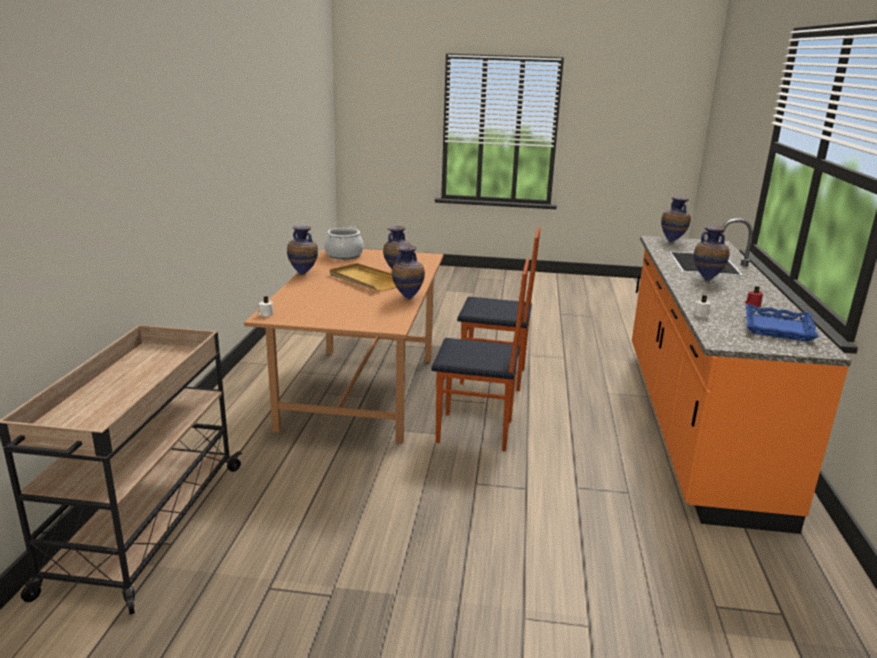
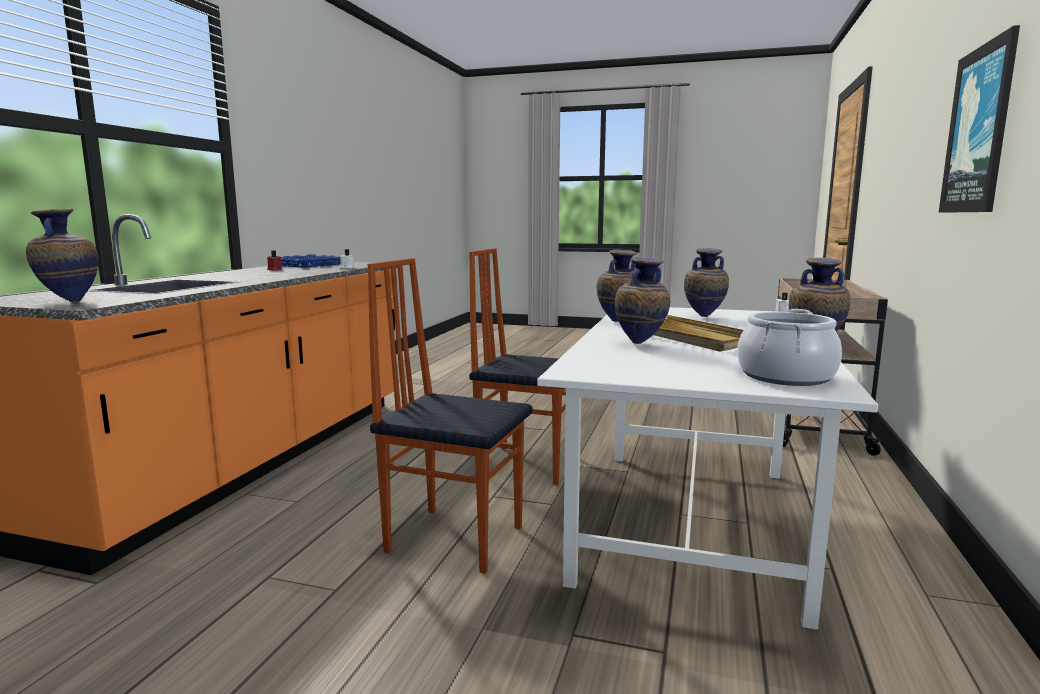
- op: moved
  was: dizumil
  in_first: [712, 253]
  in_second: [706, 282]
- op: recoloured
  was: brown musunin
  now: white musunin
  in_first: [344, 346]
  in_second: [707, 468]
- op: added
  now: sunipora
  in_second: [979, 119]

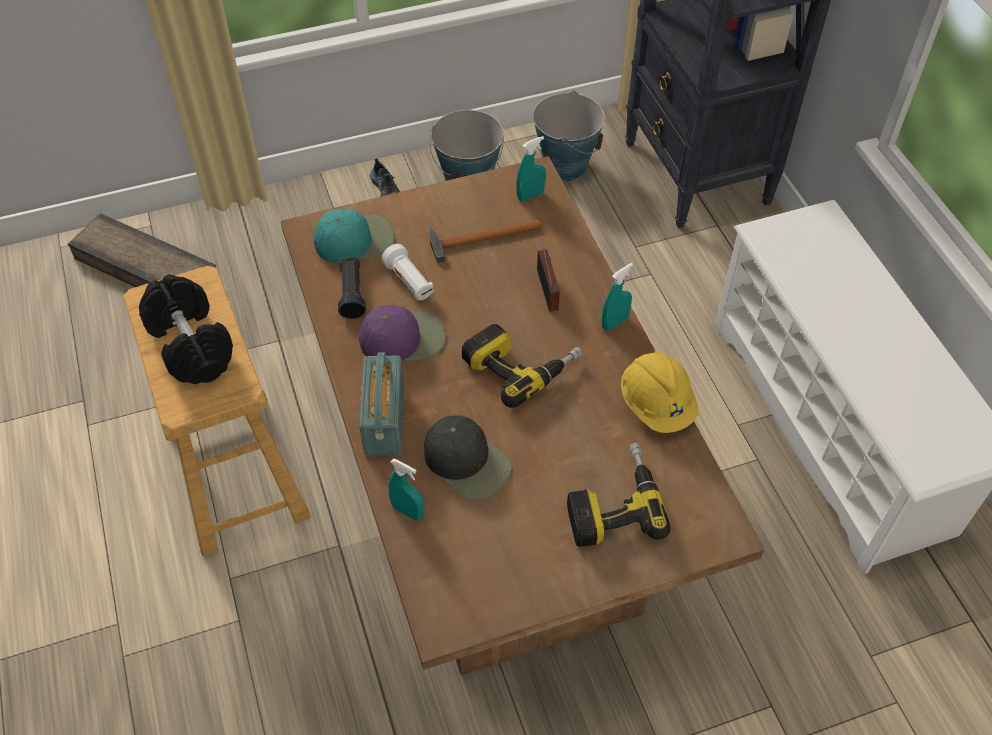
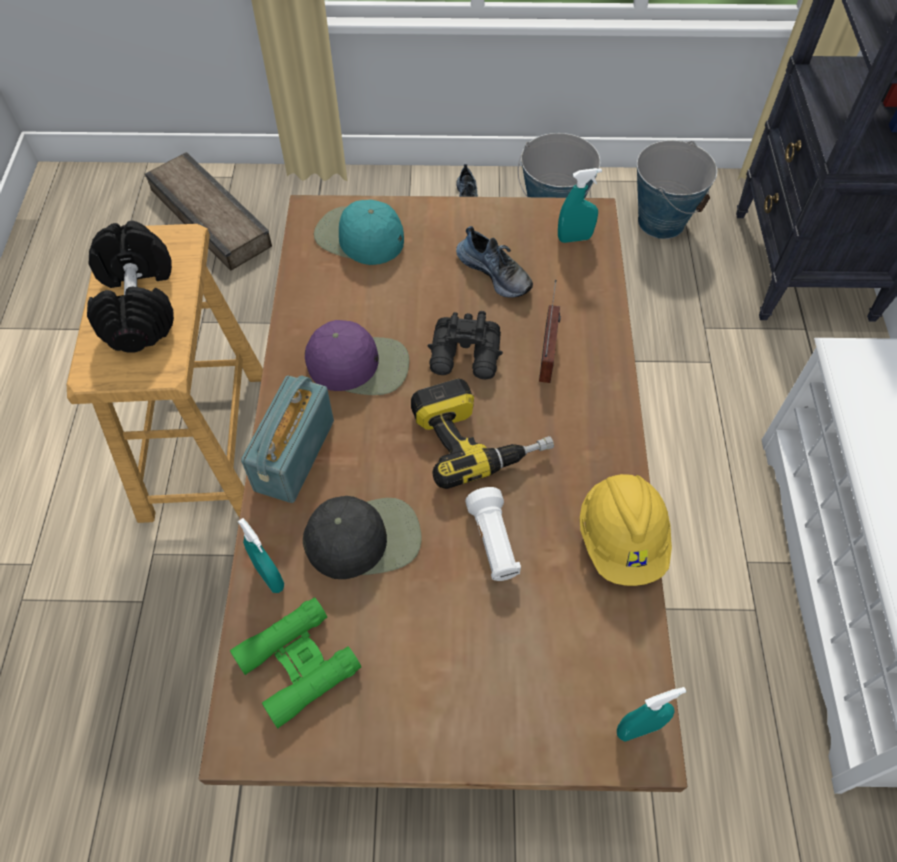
- op: turned
  was: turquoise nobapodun
  in_first: [354, 236]
  in_second: [359, 232]
  clockwise: -150
- op: replaced
  was: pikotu
  now: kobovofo
  in_first: [486, 241]
  in_second: [494, 262]
- op: moved
  was: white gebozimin
  in_first: [408, 272]
  in_second: [493, 534]
- op: removed
  was: black gebozimin
  in_first: [352, 288]
- op: moved
  was: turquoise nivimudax
  in_first: [617, 297]
  in_second: [651, 714]
- op: turned
  was: black nobapodun
  in_first: [468, 457]
  in_second: [362, 537]
  clockwise: -75
- op: removed
  was: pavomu
  in_first: [619, 495]
- op: added
  now: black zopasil
  in_second: [465, 345]
- op: added
  now: green zopasil
  in_second: [295, 662]

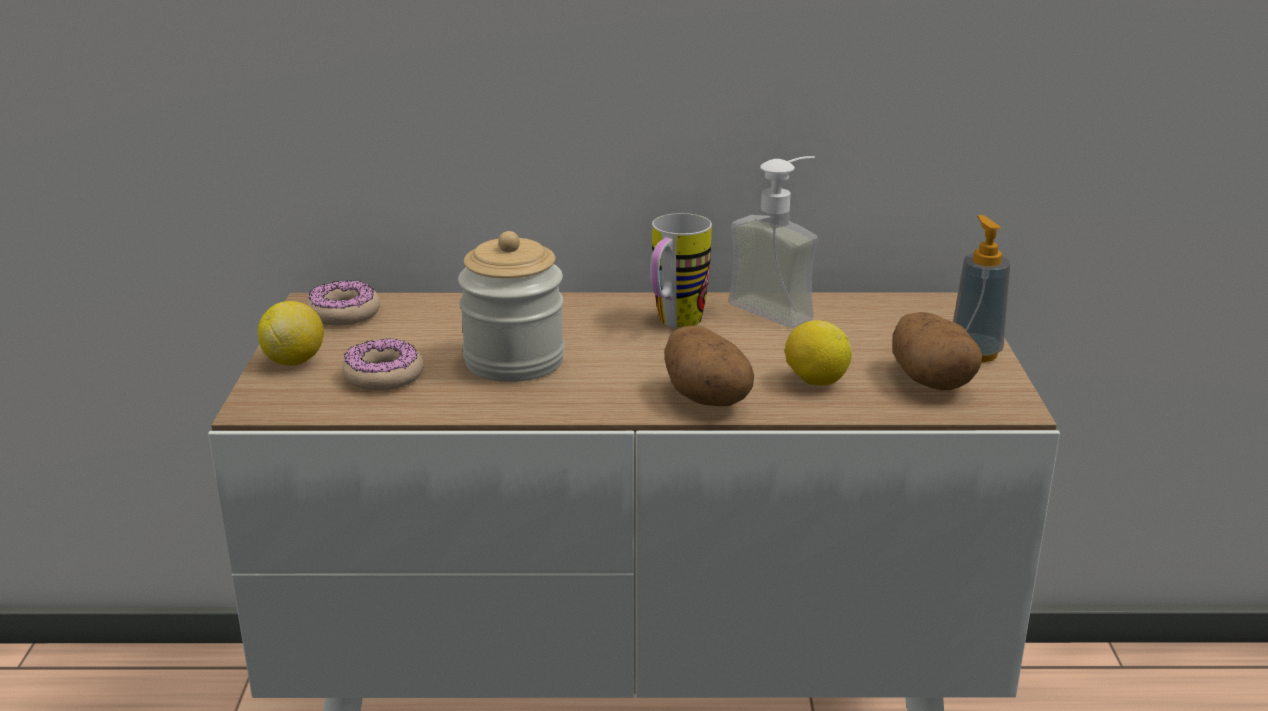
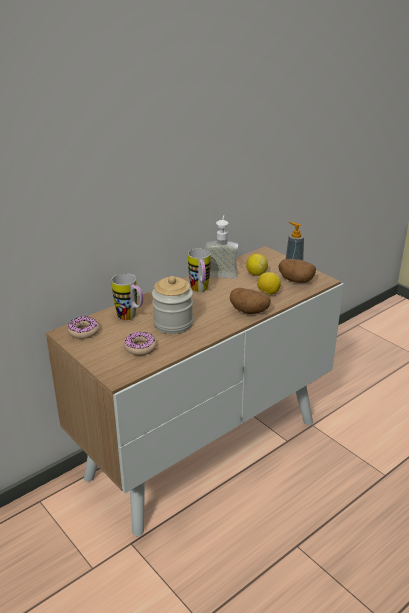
- op: moved
  was: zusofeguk
  in_first: [291, 333]
  in_second: [257, 265]
- op: added
  now: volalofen
  in_second: [127, 296]

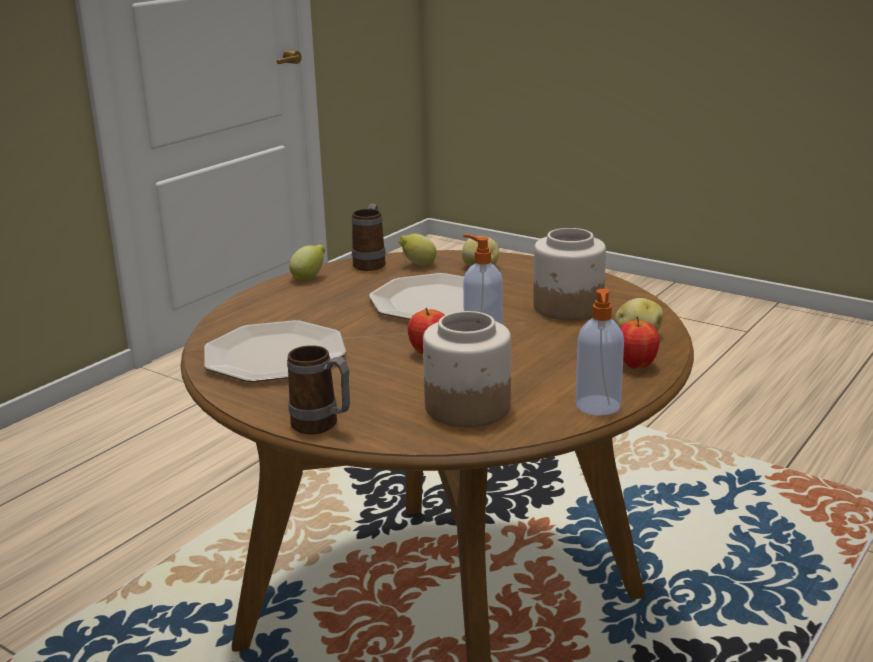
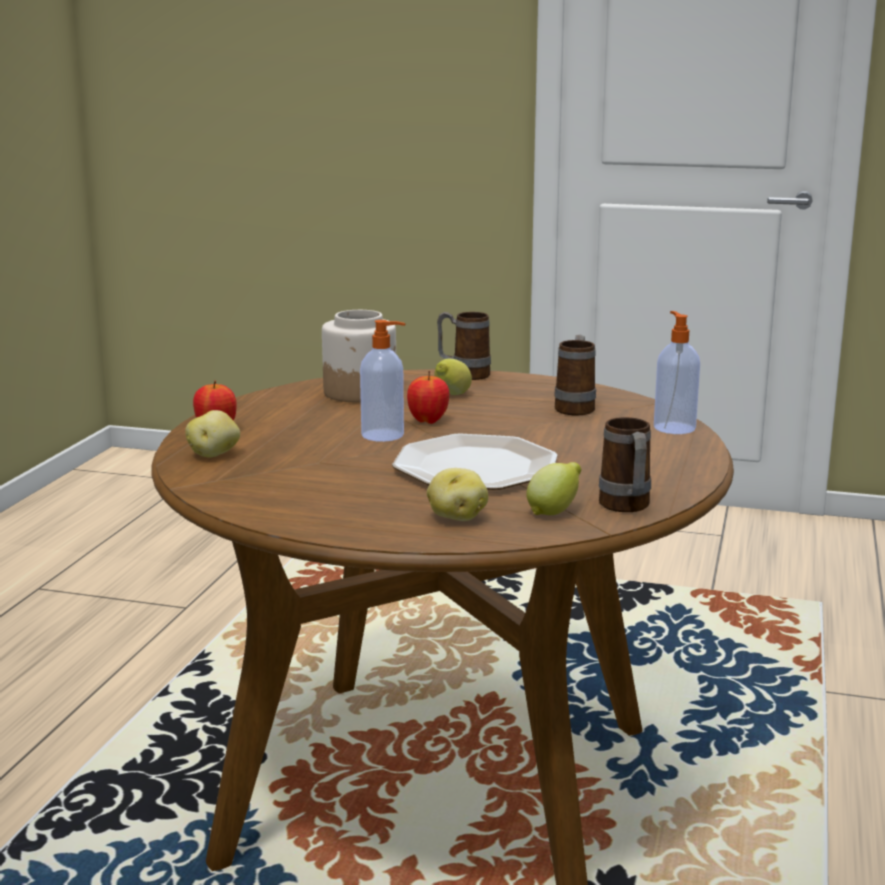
- op: removed
  was: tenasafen
  in_first: [569, 274]
- op: moved
  was: zusofeguk
  in_first: [307, 262]
  in_second: [453, 377]
- op: moved
  was: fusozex
  in_first: [600, 352]
  in_second: [677, 372]
- op: replaced
  was: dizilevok
  now: volalofen
  in_first: [275, 351]
  in_second: [575, 375]

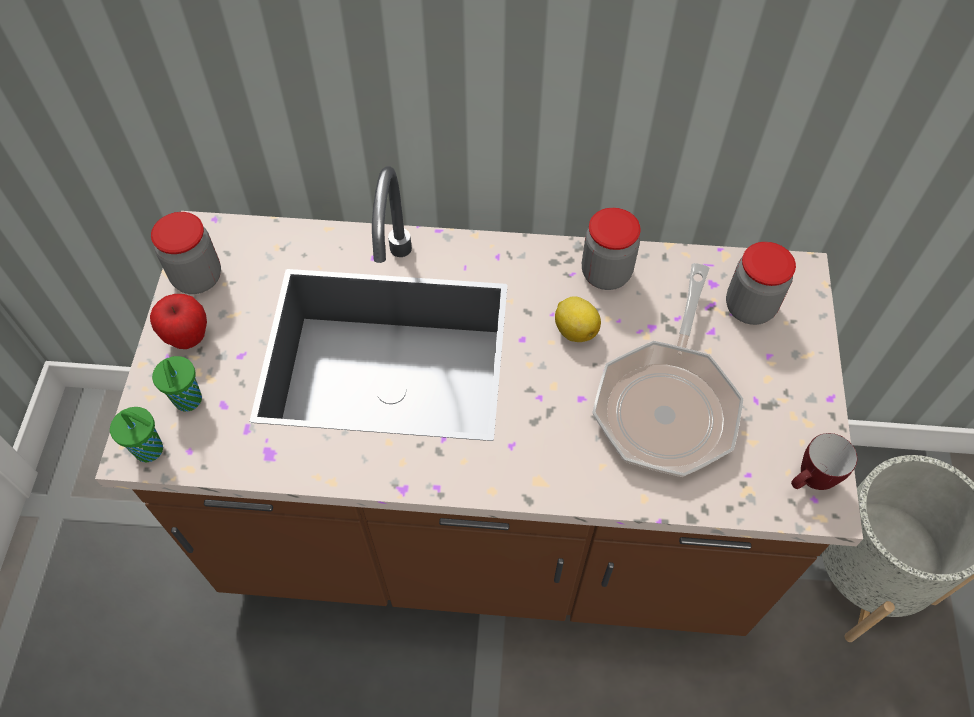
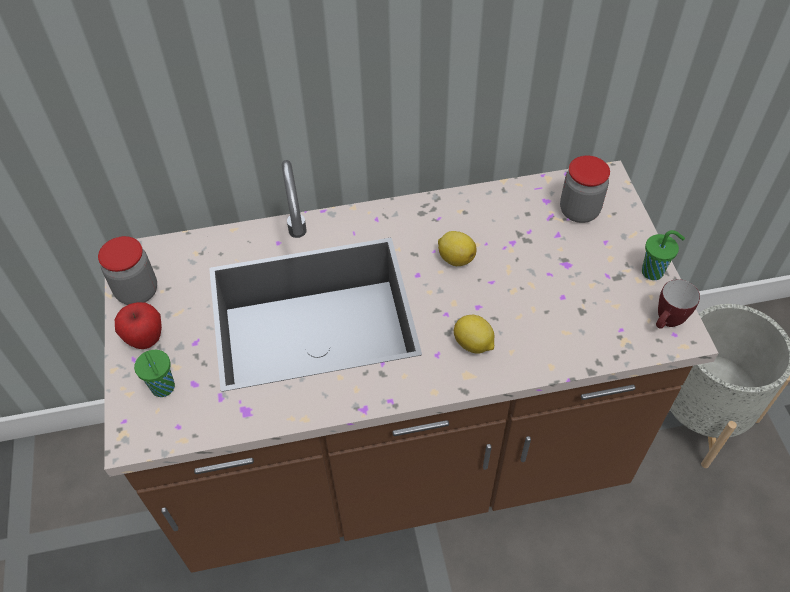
- op: removed
  was: tenasafen
  in_first: [611, 249]
- op: removed
  was: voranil
  in_first: [668, 370]
- op: moved
  was: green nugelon
  in_first: [136, 434]
  in_second: [663, 255]
- op: added
  now: zusofeguk
  in_second: [474, 334]

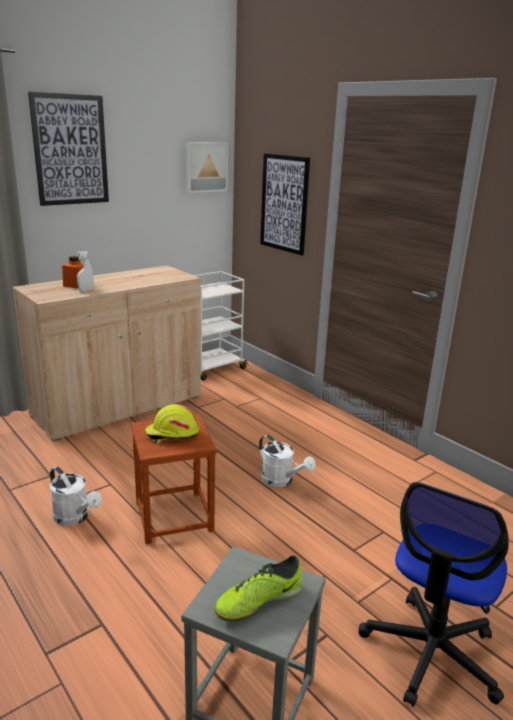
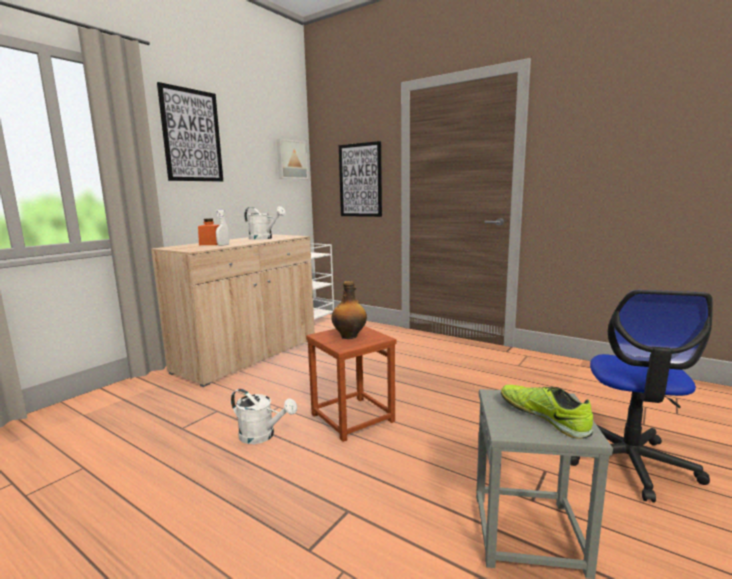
- op: replaced
  was: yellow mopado
  now: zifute
  in_first: [172, 423]
  in_second: [349, 310]
- op: moved
  was: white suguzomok
  in_first: [287, 461]
  in_second: [265, 223]
- op: turned
  was: kobovofo
  in_first: [258, 588]
  in_second: [547, 412]
  clockwise: 105

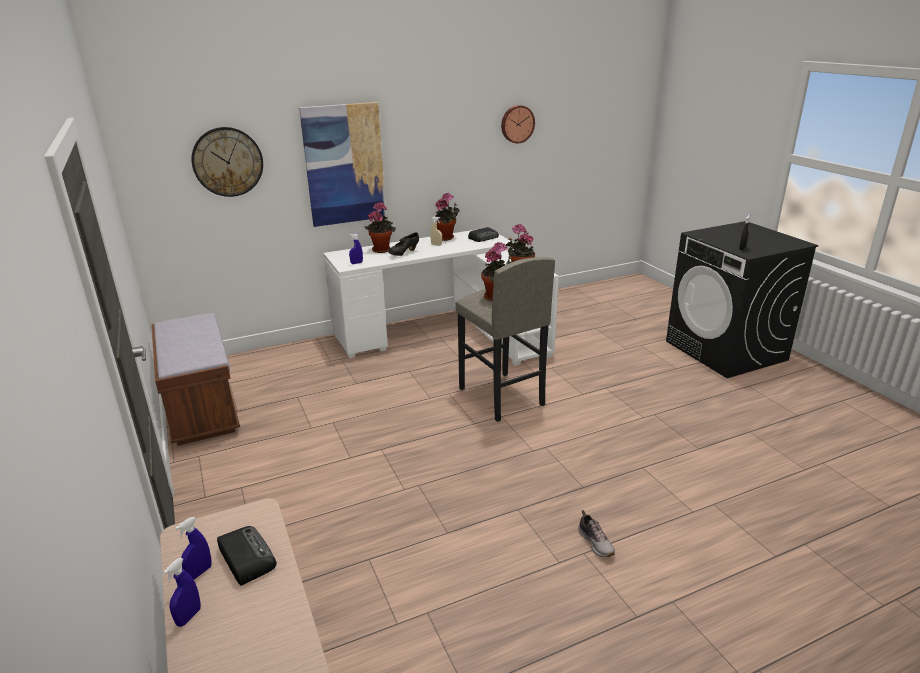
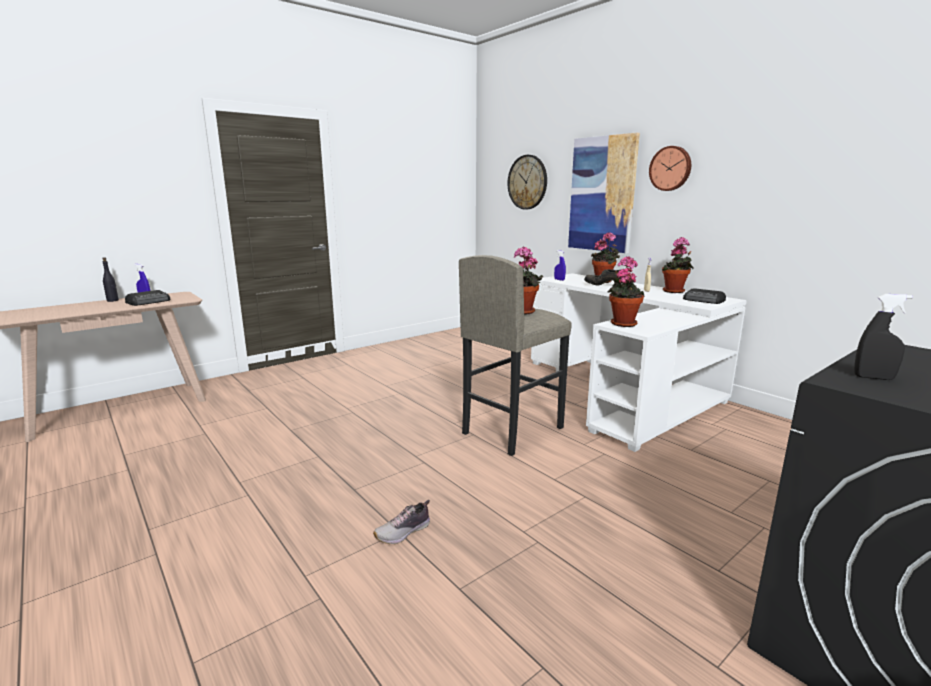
- op: moved
  was: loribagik
  in_first: [518, 124]
  in_second: [670, 168]
- op: removed
  was: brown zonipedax
  in_first: [195, 379]
- op: moved
  was: kobovofo
  in_first: [596, 533]
  in_second: [401, 522]
- op: replaced
  was: blue nivimudax
  now: black zifute
  in_first: [182, 592]
  in_second: [110, 279]

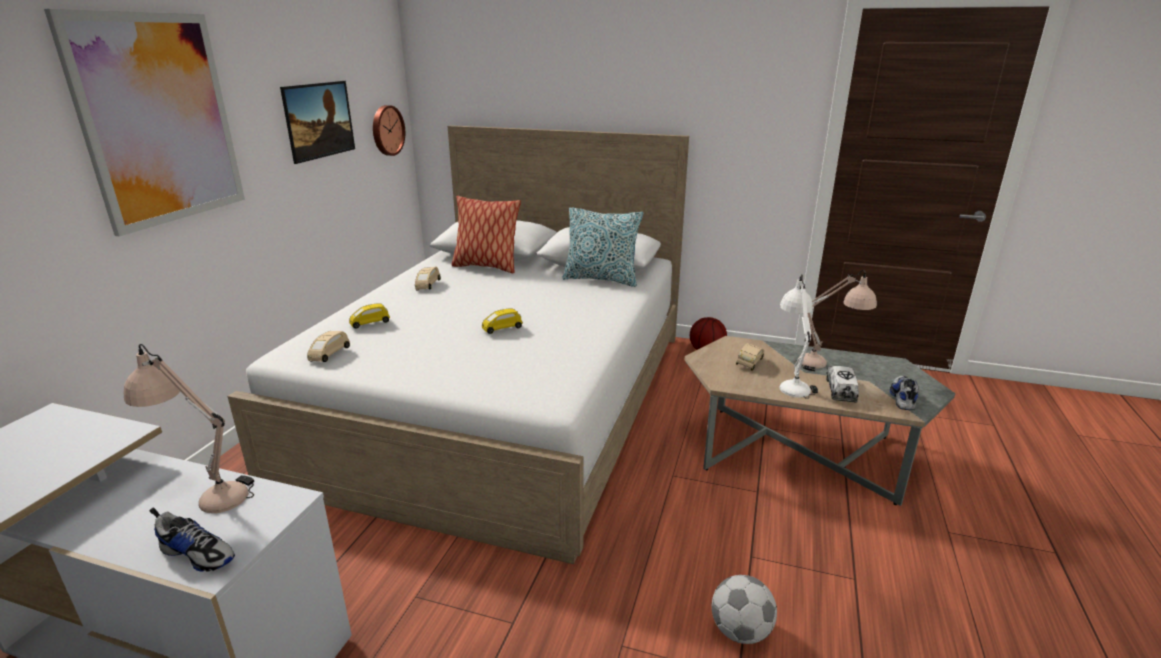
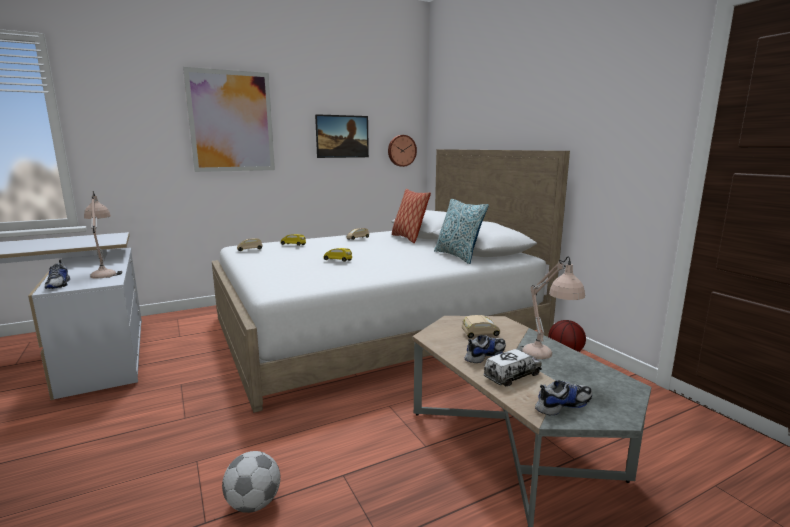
- op: replaced
  was: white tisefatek
  now: kobovofo
  in_first: [799, 336]
  in_second: [485, 349]

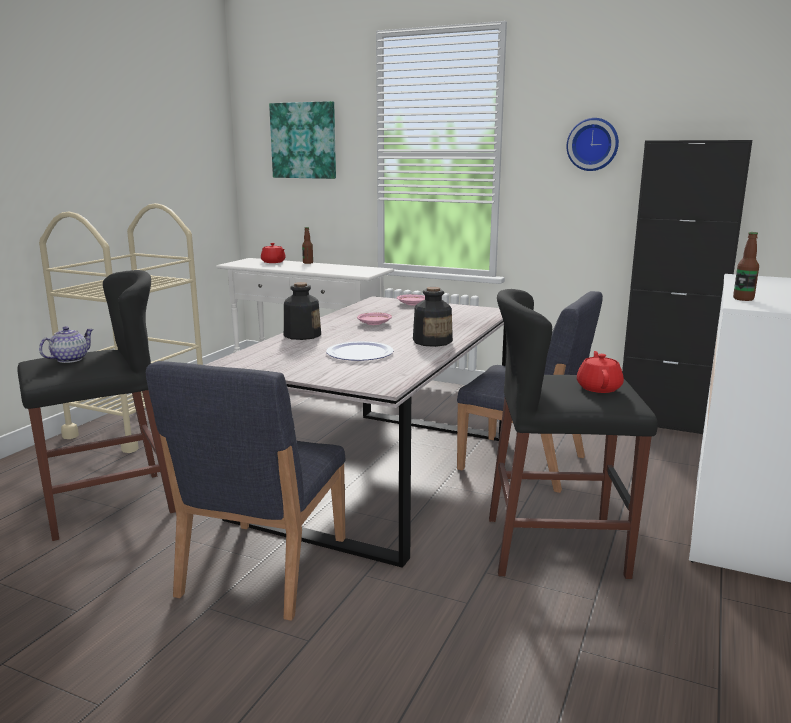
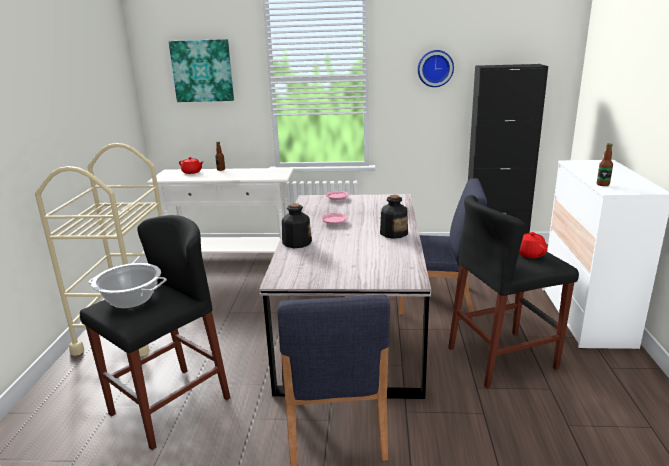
- op: replaced
  was: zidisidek
  now: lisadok
  in_first: [66, 344]
  in_second: [127, 286]
- op: removed
  was: dizilevok
  in_first: [360, 351]

